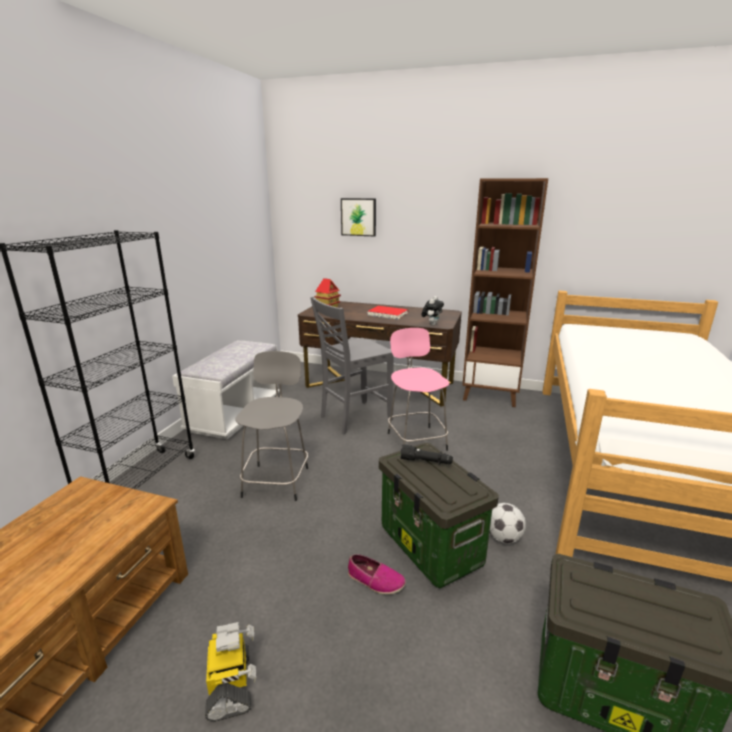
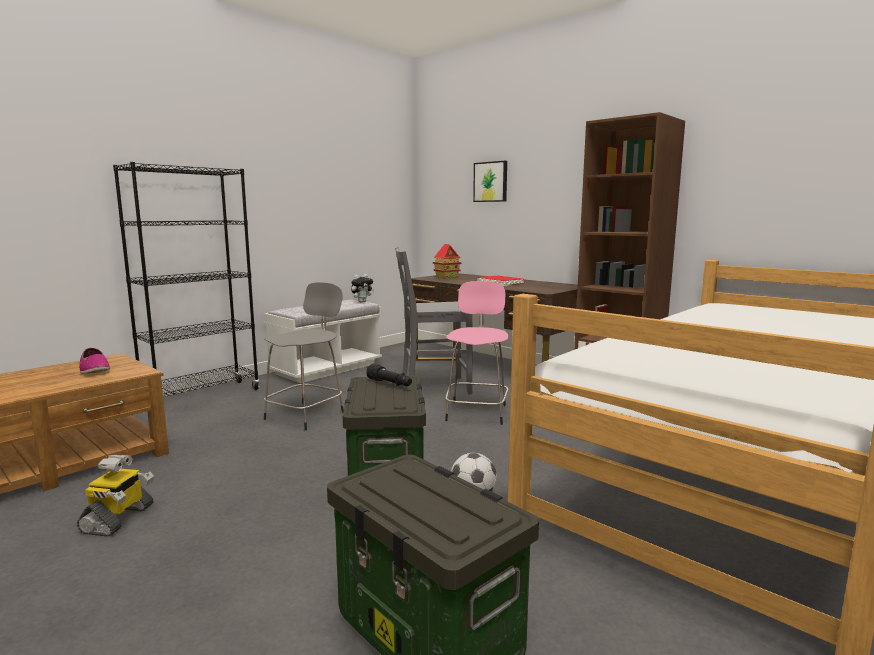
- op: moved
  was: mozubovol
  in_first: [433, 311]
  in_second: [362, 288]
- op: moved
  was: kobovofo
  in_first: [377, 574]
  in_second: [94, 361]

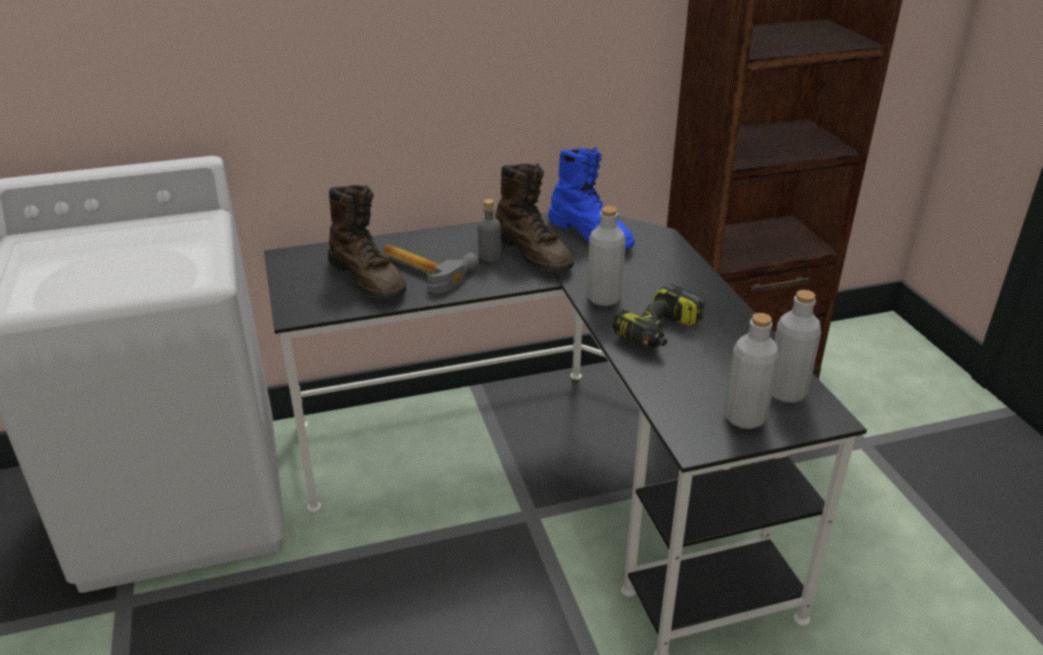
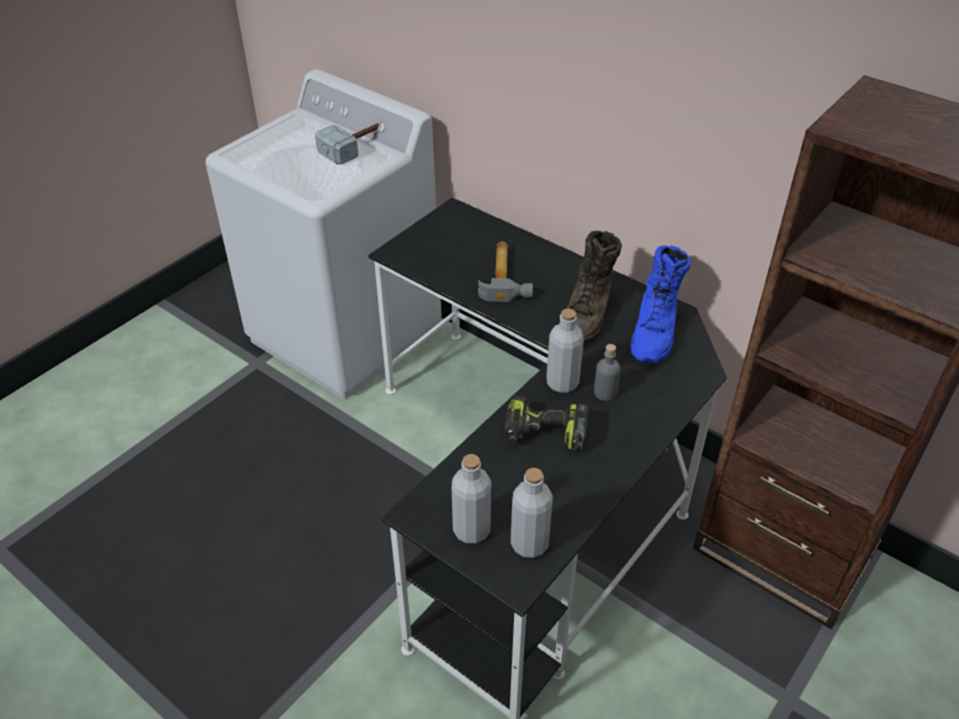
- op: removed
  was: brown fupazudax
  in_first: [367, 242]
- op: moved
  was: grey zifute
  in_first: [490, 230]
  in_second: [607, 372]
- op: added
  now: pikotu
  in_second: [347, 143]

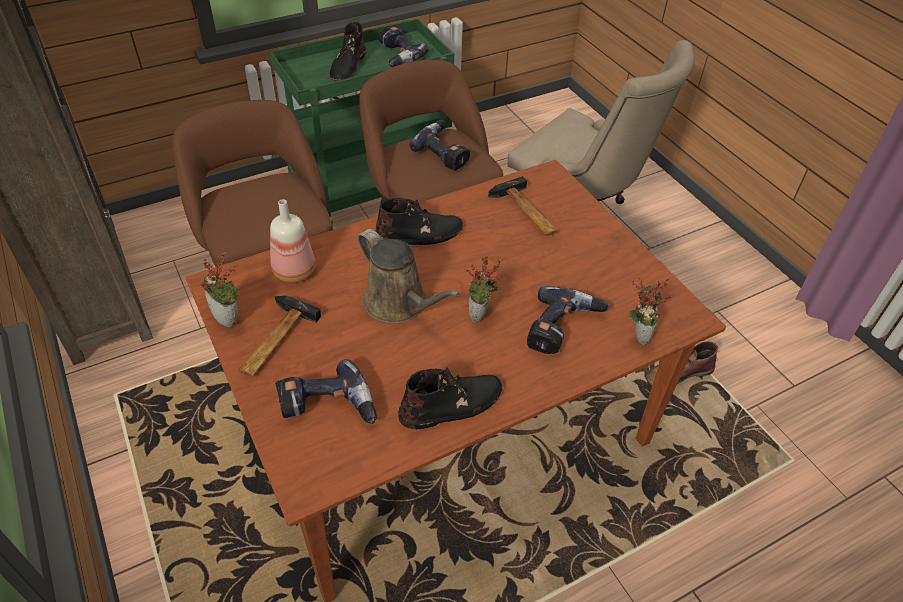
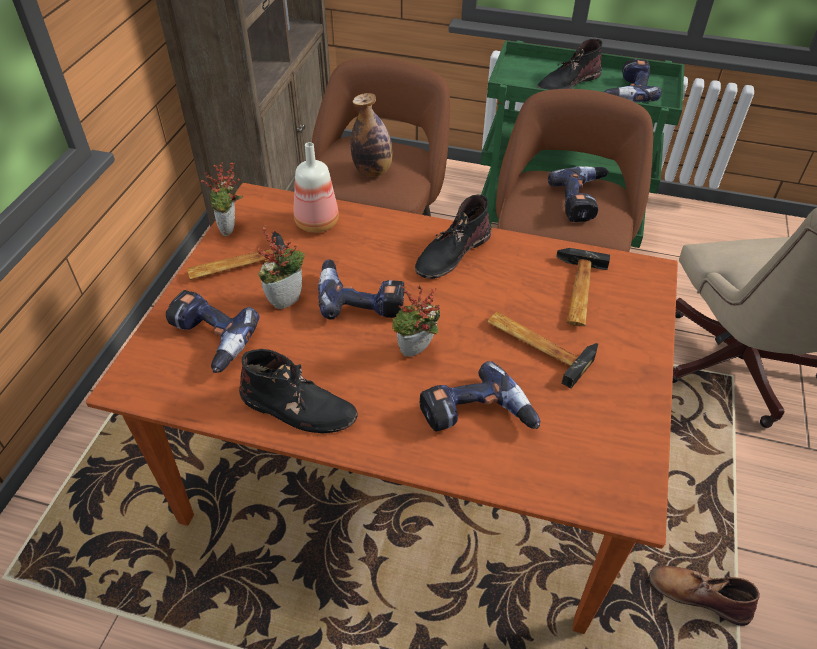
- op: turned
  was: black fupazudax
  in_first: [419, 221]
  in_second: [453, 237]
  clockwise: 105
- op: replaced
  was: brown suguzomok
  now: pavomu
  in_first: [409, 276]
  in_second: [361, 289]
- op: moved
  was: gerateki
  in_first: [650, 310]
  in_second: [281, 266]
- op: added
  now: zifute
  in_second: [372, 135]
- op: added
  now: pikotu
  in_second: [542, 349]

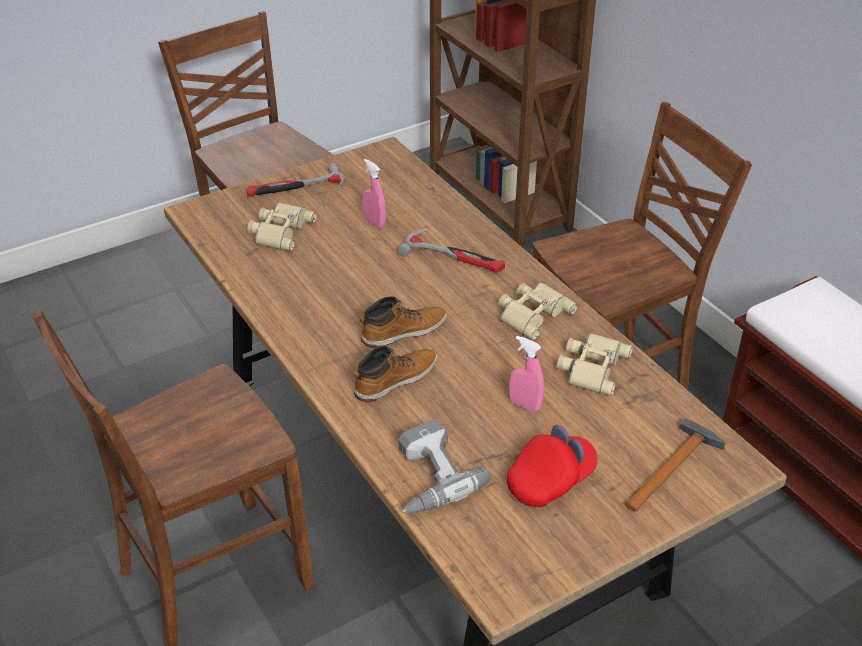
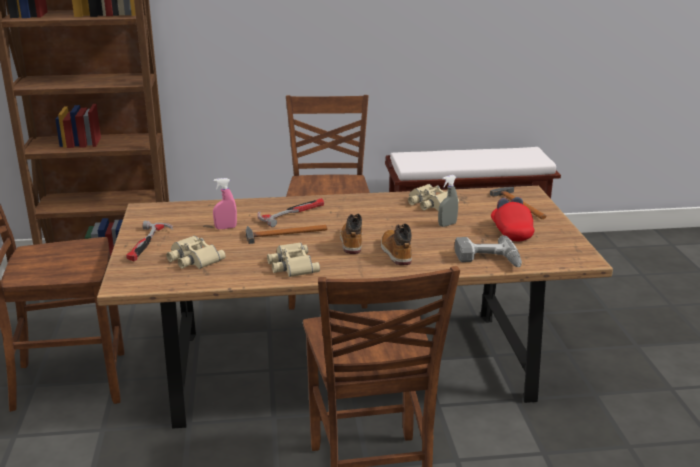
- op: moved
  was: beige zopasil
  in_first: [538, 311]
  in_second: [293, 259]
- op: recoloured
  was: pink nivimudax
  now: grey nivimudax
  in_first: [526, 374]
  in_second: [448, 201]
- op: added
  now: pikotu
  in_second: [286, 234]

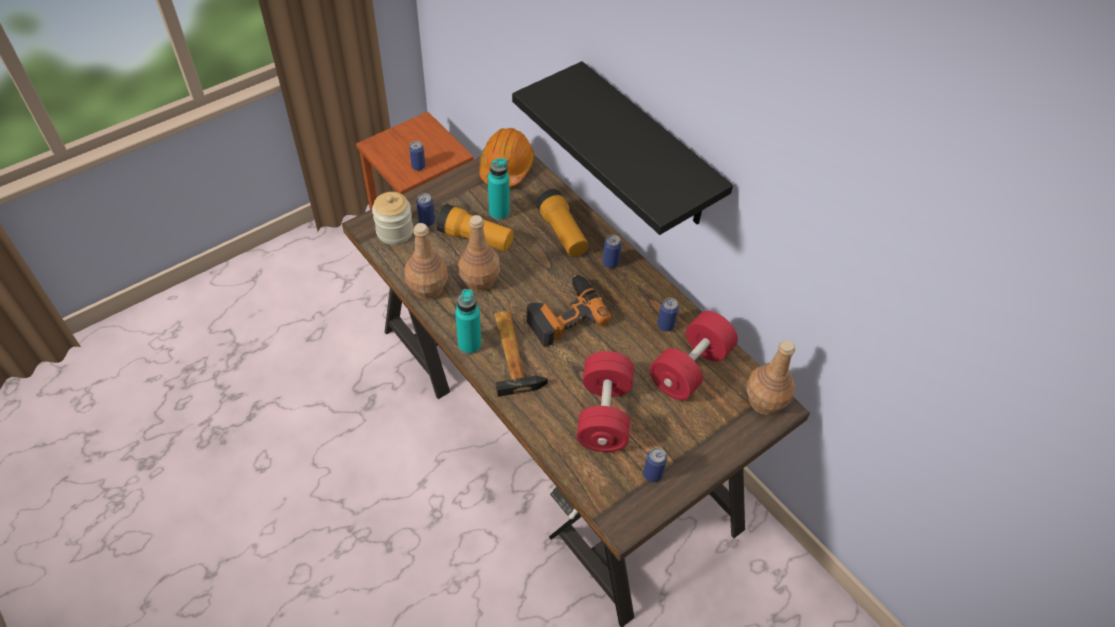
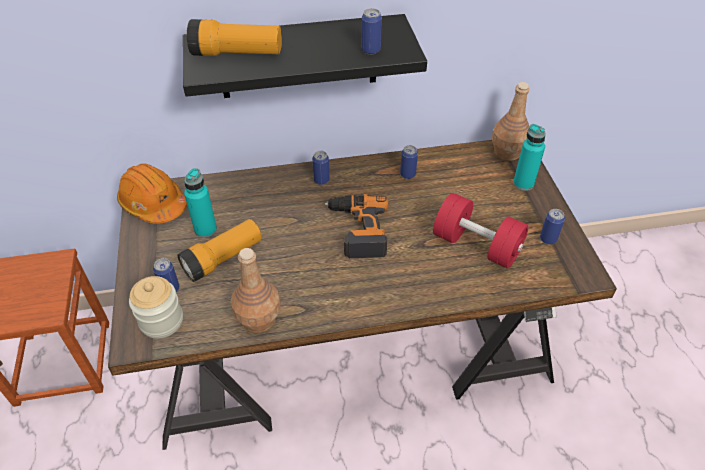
- op: moved
  was: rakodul
  in_first: [417, 156]
  in_second: [371, 31]
- op: moved
  was: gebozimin
  in_first: [562, 223]
  in_second: [234, 37]
- op: removed
  was: brown zifute
  in_first: [479, 253]
- op: moved
  was: turquoise zifute
  in_first: [468, 321]
  in_second: [529, 157]
- op: removed
  was: pikotu
  in_first: [521, 354]
- op: removed
  was: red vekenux
  in_first: [694, 355]

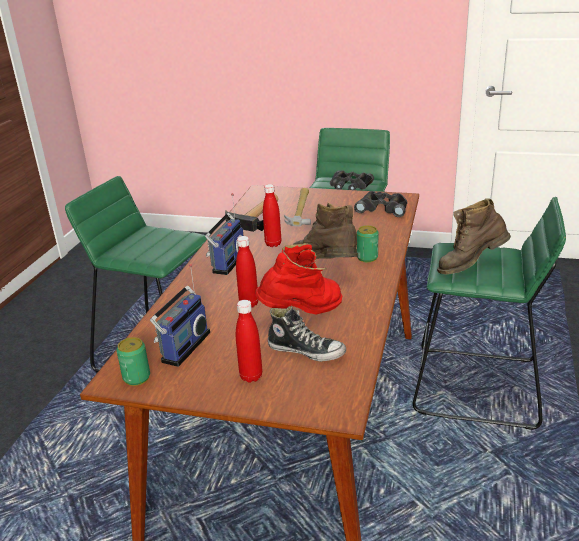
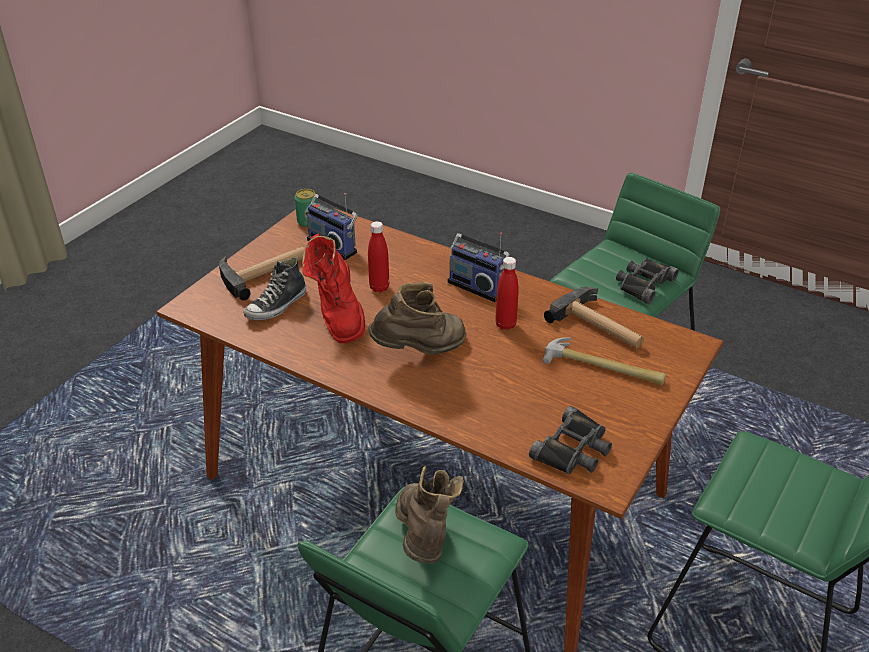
- op: moved
  was: black zopasil
  in_first: [352, 180]
  in_second: [647, 281]
- op: removed
  was: rakodul
  in_first: [367, 243]
- op: replaced
  was: red zifute
  now: pikotu
  in_first: [249, 341]
  in_second: [262, 273]

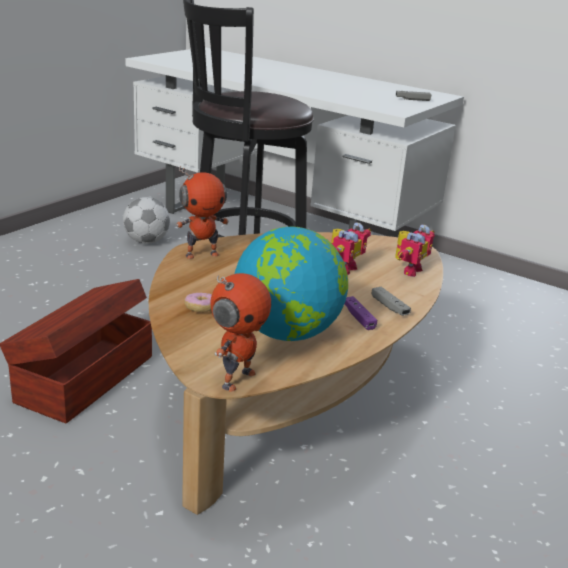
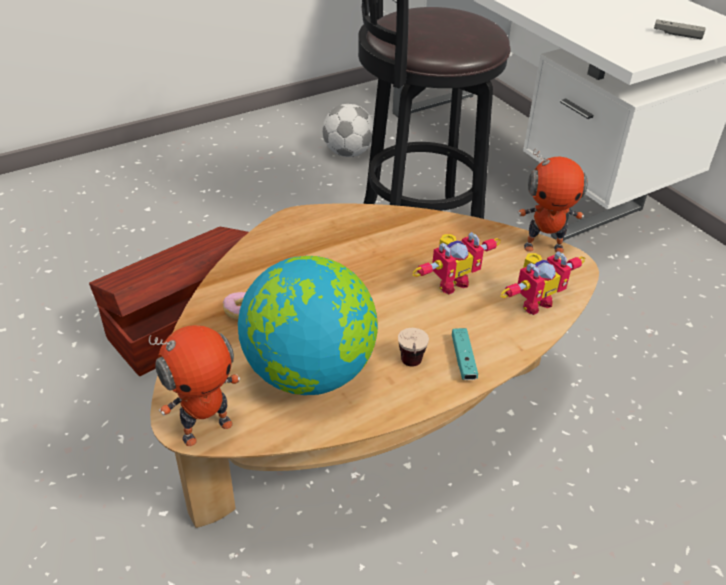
- op: moved
  was: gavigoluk
  in_first: [202, 212]
  in_second: [553, 200]
- op: recoloured
  was: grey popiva
  now: turquoise popiva
  in_first: [391, 301]
  in_second: [465, 354]
- op: replaced
  was: purple popiva
  now: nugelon
  in_first: [360, 313]
  in_second: [413, 347]

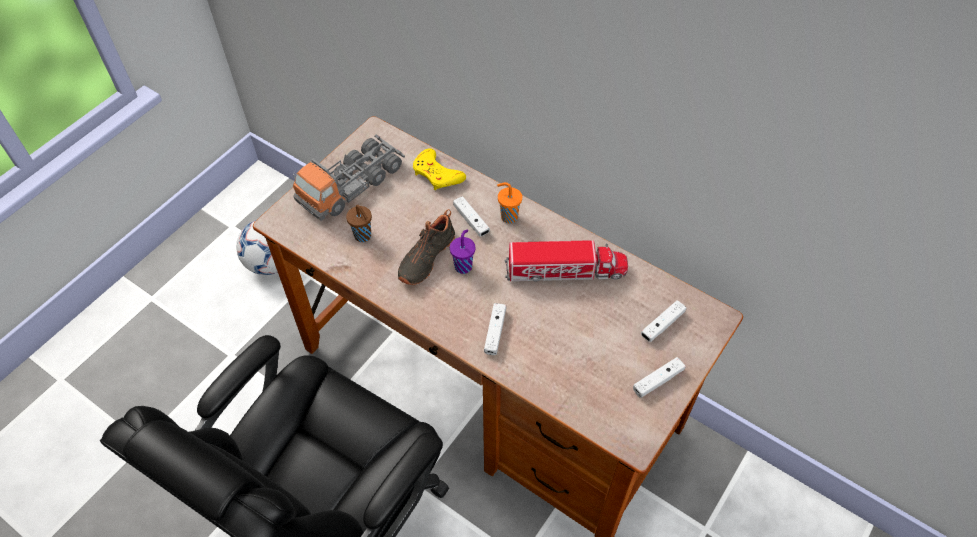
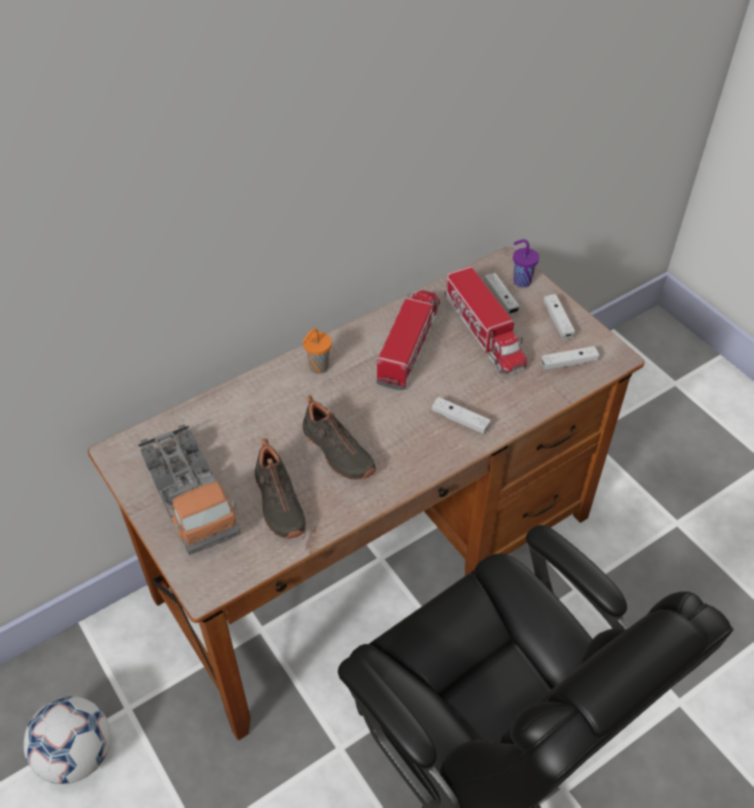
- op: removed
  was: yellow popiva
  in_first: [439, 169]
- op: moved
  was: white popiva
  in_first: [471, 216]
  in_second: [570, 358]
- op: replaced
  was: brown nugelon
  now: black kobovofo
  in_first: [359, 223]
  in_second: [280, 489]
- op: moved
  was: purple nugelon
  in_first: [463, 252]
  in_second: [526, 263]
- op: added
  now: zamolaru
  in_second: [486, 320]

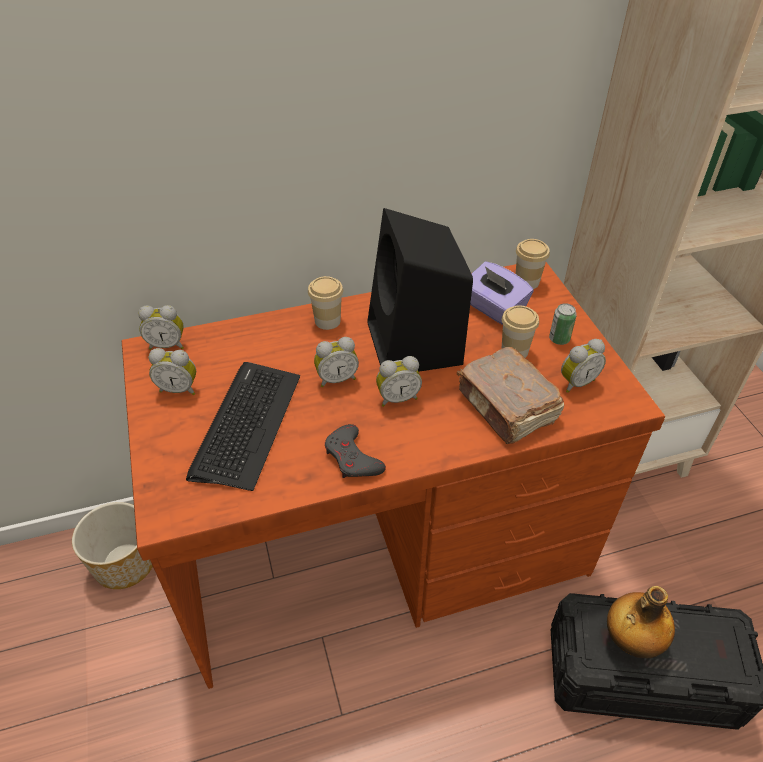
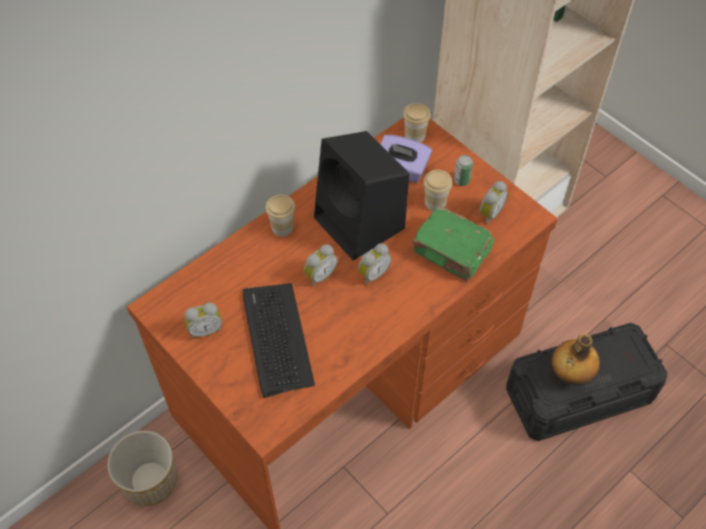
- op: removed
  was: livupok
  in_first: [161, 327]
- op: recoloured
  was: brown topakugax
  now: green topakugax
  in_first: [510, 395]
  in_second: [453, 244]
- op: removed
  was: grey popiva
  in_first: [355, 451]

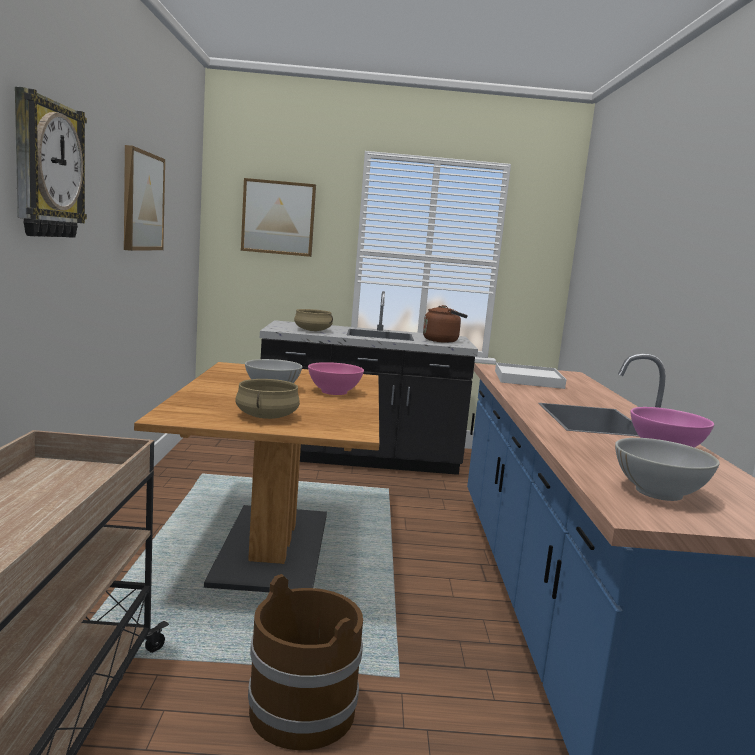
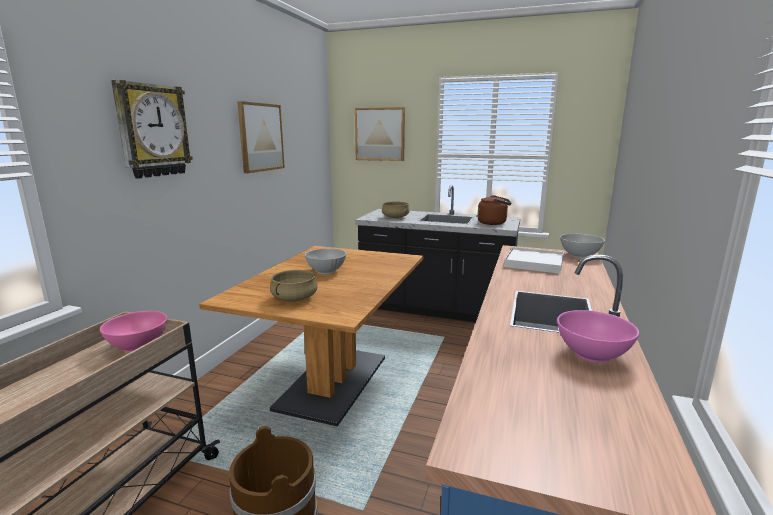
- op: moved
  was: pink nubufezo
  in_first: [336, 378]
  in_second: [133, 331]
- op: moved
  was: white nubufezo
  in_first: [667, 469]
  in_second: [582, 246]

